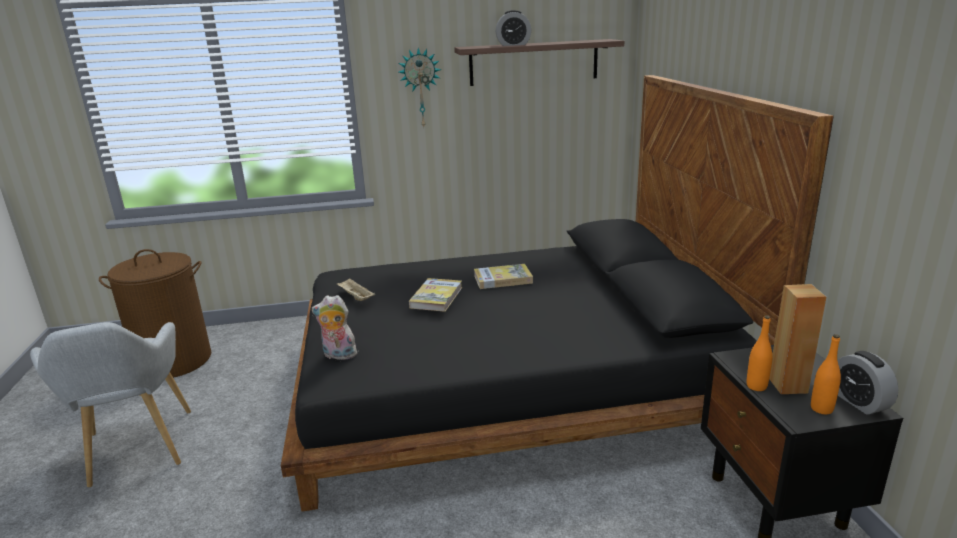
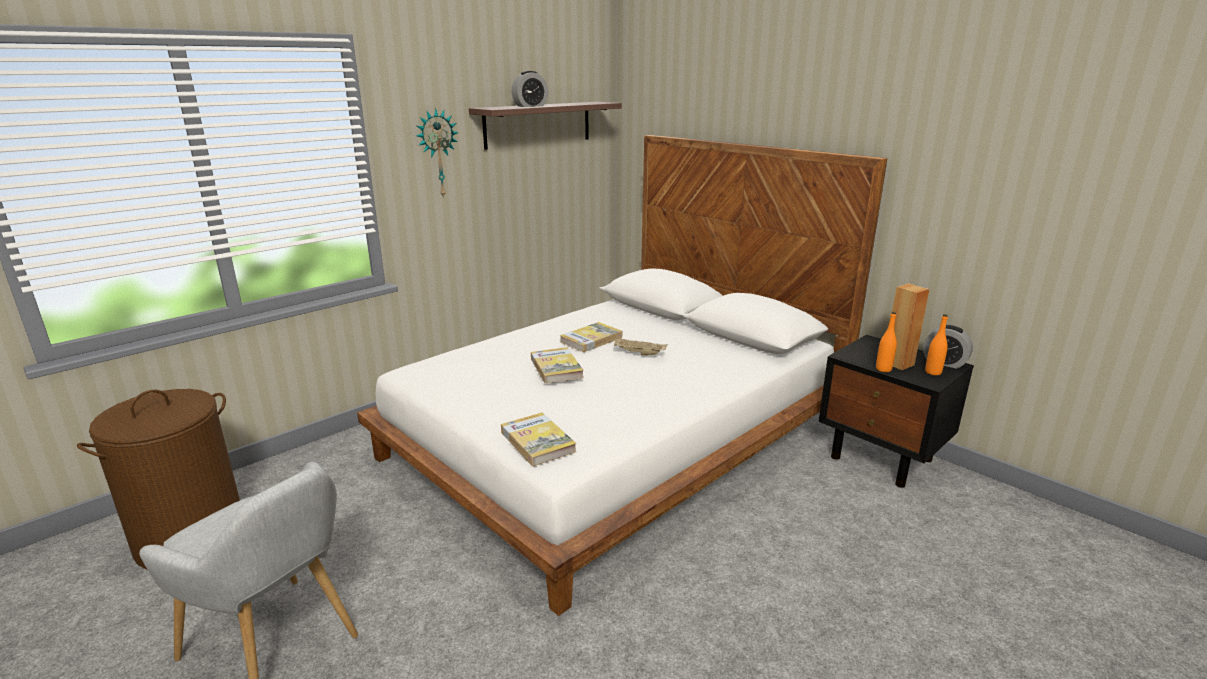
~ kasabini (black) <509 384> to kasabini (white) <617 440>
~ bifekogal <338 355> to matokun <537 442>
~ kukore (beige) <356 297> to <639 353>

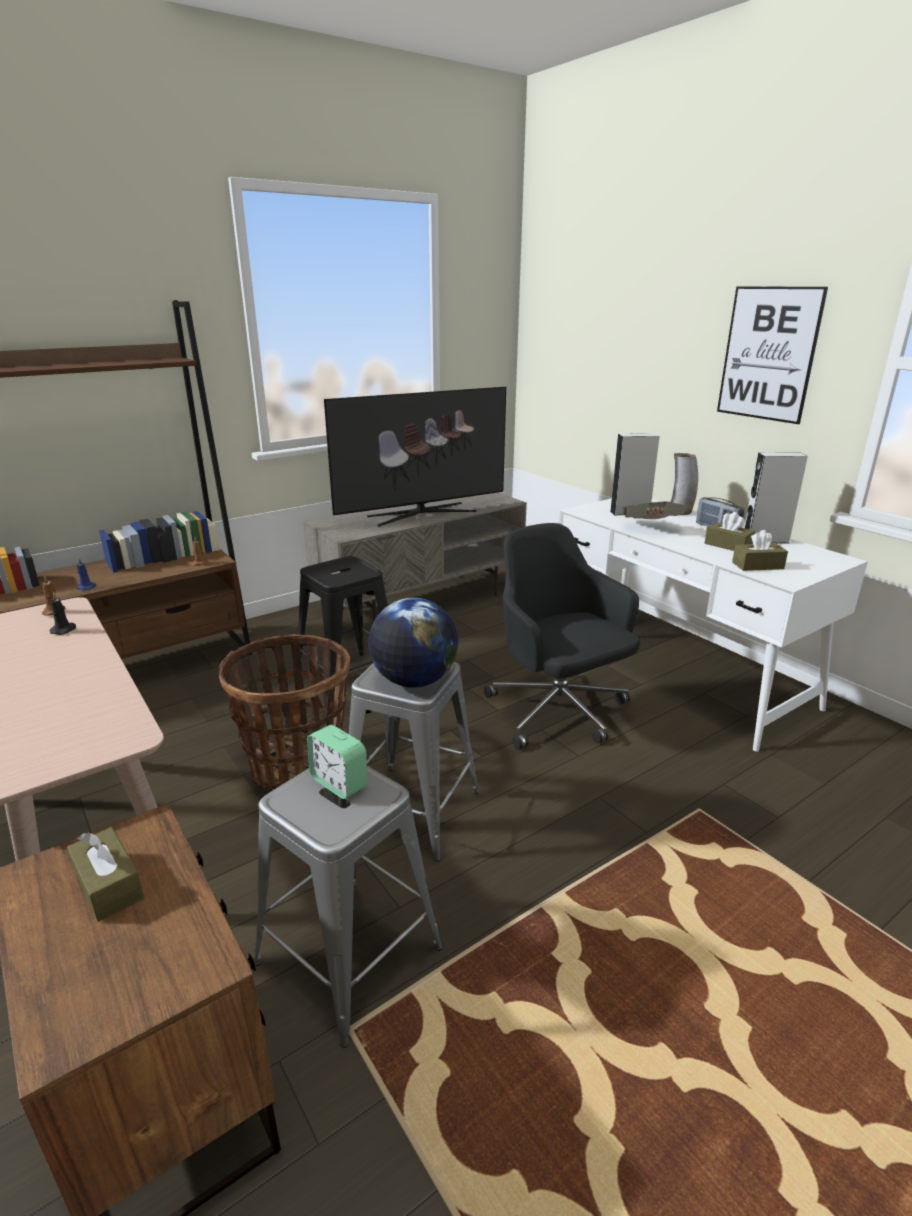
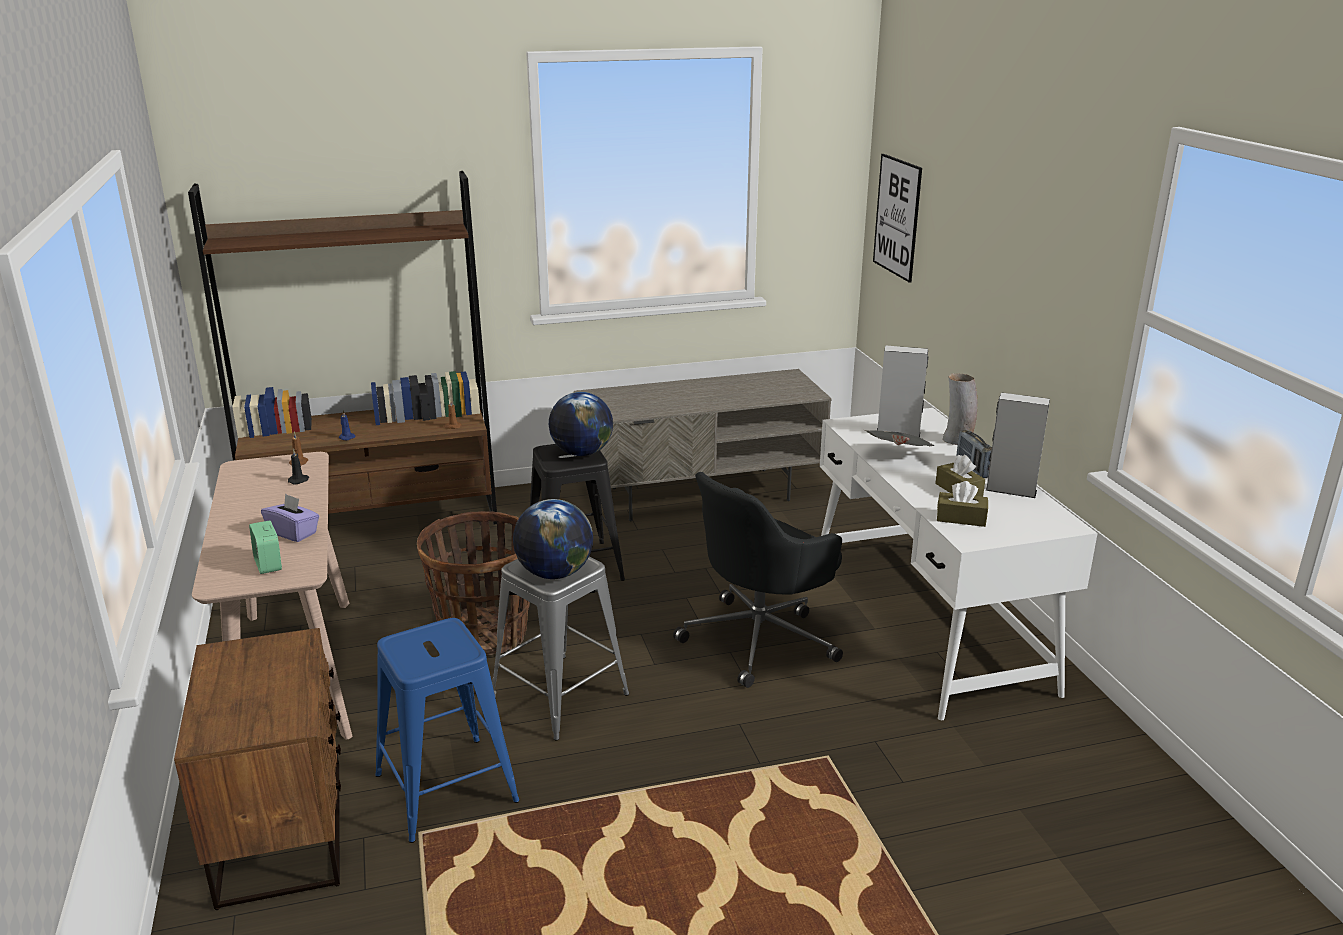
- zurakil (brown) <109 885>
~ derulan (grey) <348 955> to derulan (blue) <446 788>
~ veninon <339 783> to <268 564>
- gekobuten <421 514>
~ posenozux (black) <558 712> = <760 639> 120 degrees counterclockwise
~ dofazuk <768 354> to <897 217>
+ zurakil (purple) <293 533>
+ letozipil <581 453>

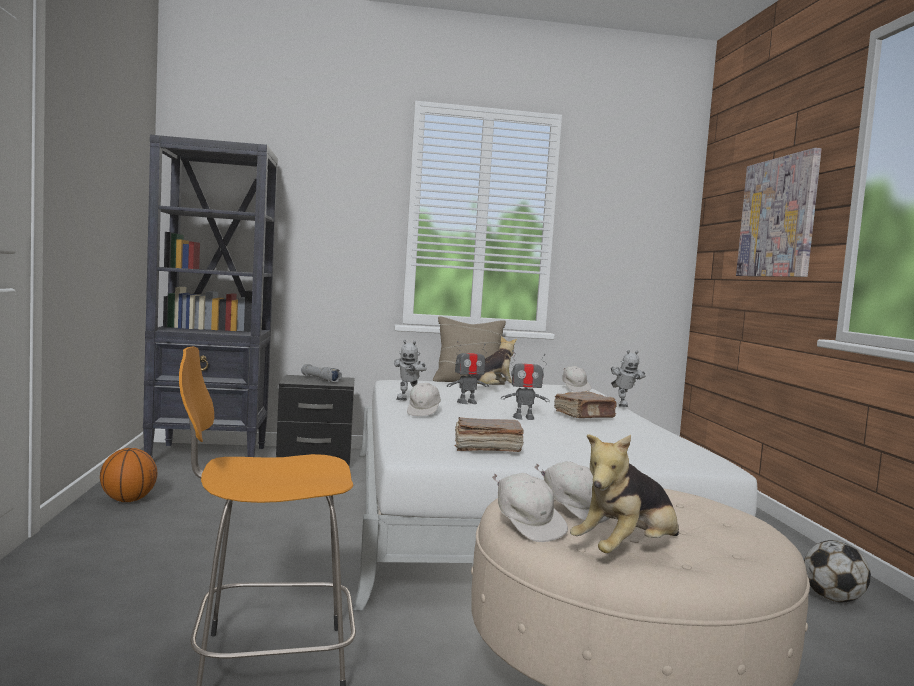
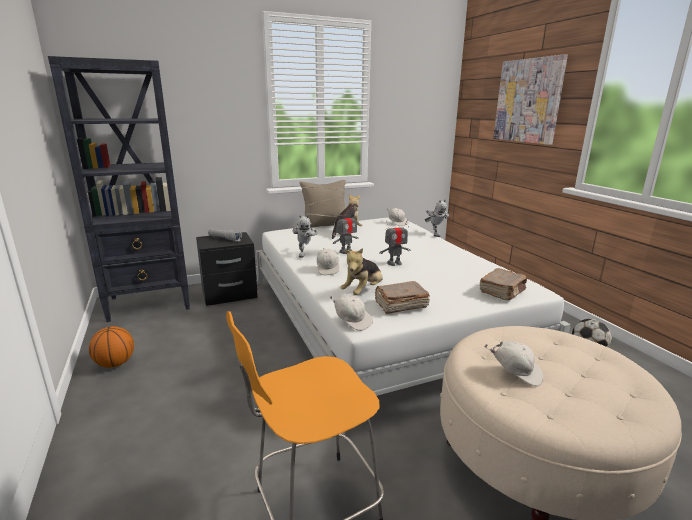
~ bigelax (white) <528 527> to <352 321>
~ matokun (brown) <585 416> to <502 292>
~ bifekogal <627 552> to <363 291>

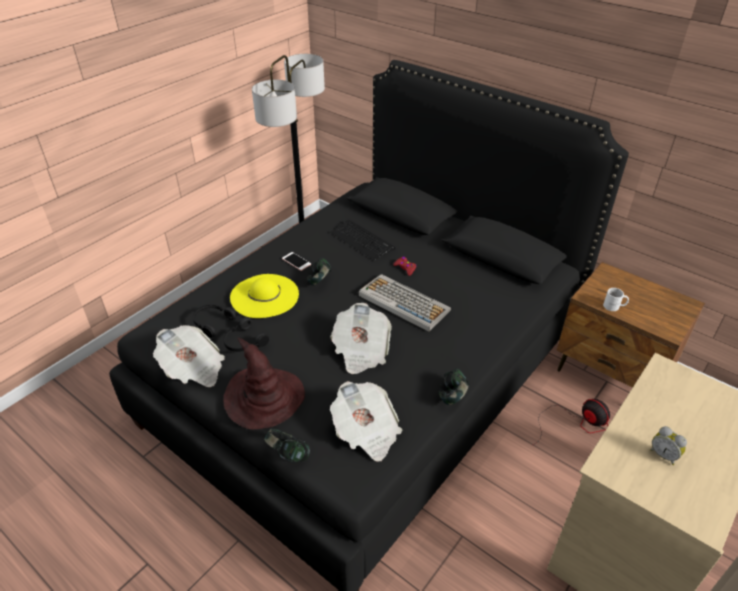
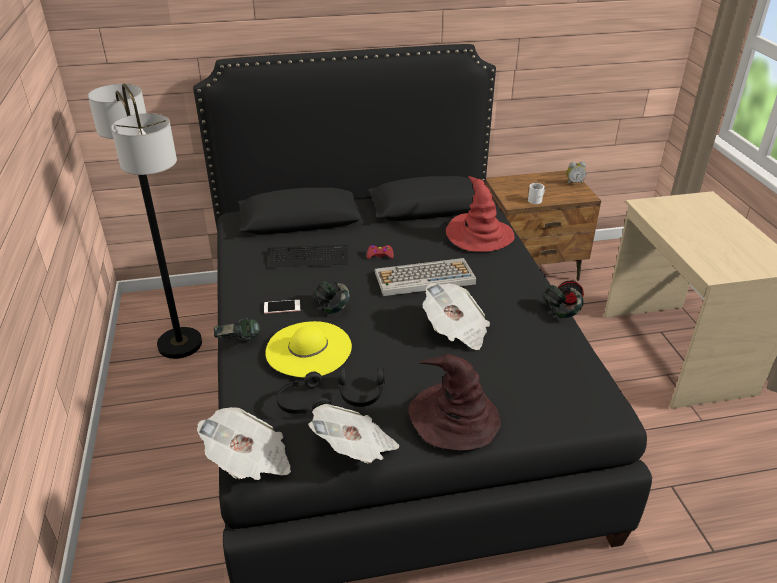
~ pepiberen <288 454> to <239 342>
~ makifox <366 432> to <249 461>
~ veninon <663 454> to <574 182>
+ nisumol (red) <479 235>

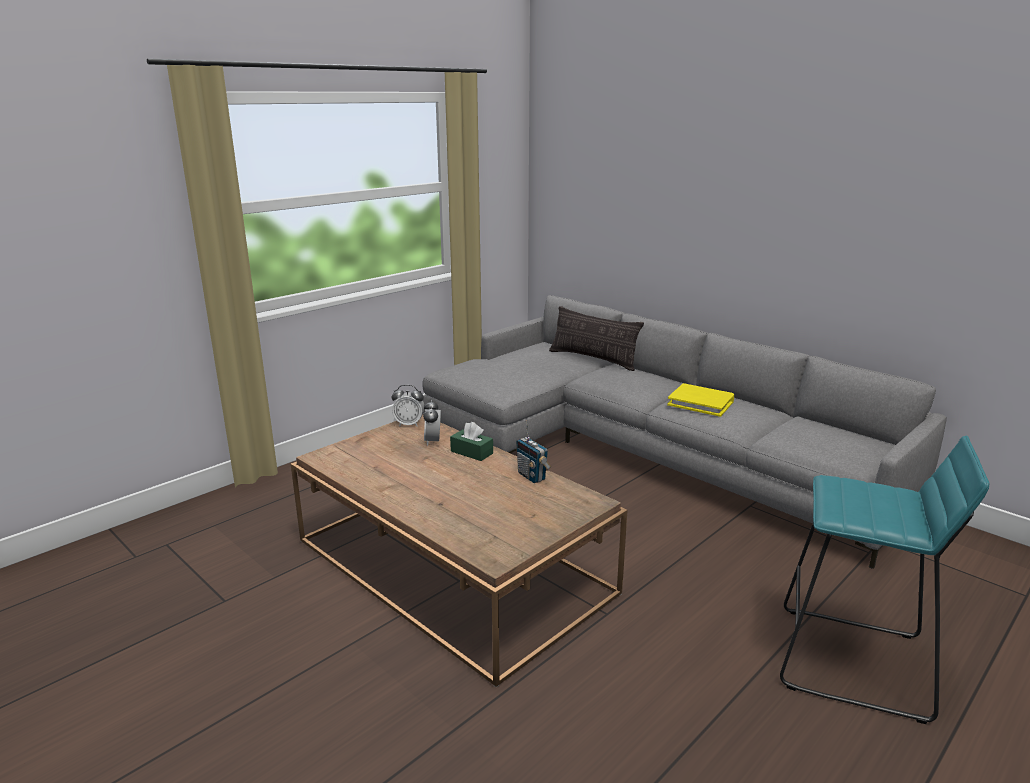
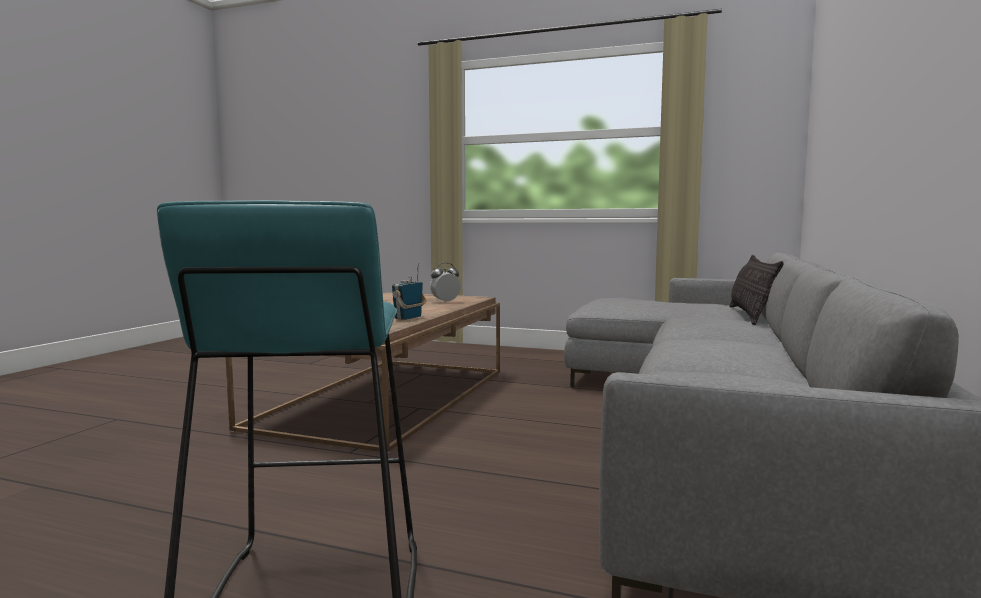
- veninon <409 424>
- zurakil (green) <471 452>
- matokun (yellow) <701 403>

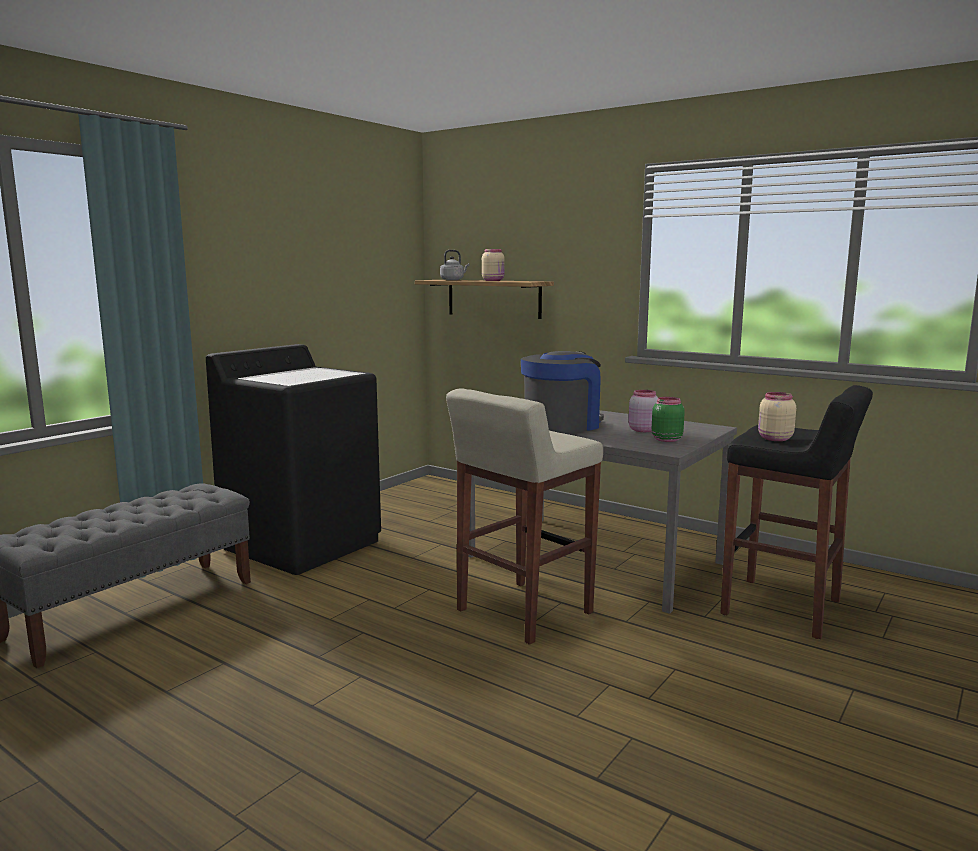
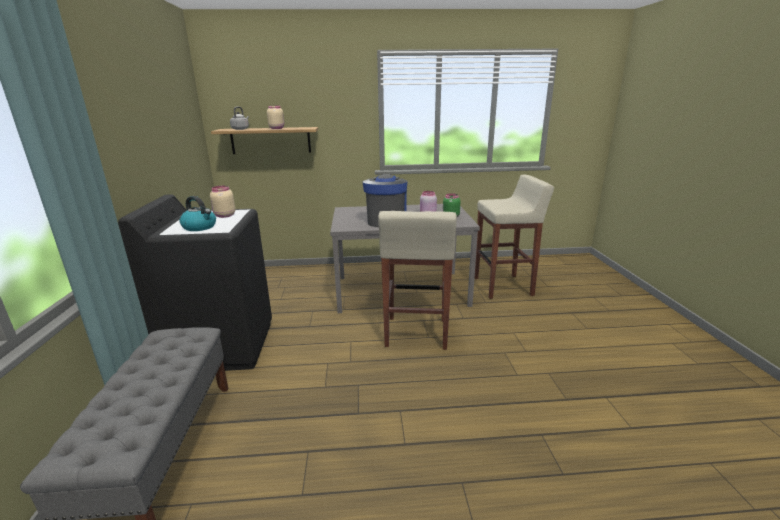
~ derulan (black) <783 608> to derulan (beige) <504 286>
~ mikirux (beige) <774 439> to <224 216>
+ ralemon <200 227>

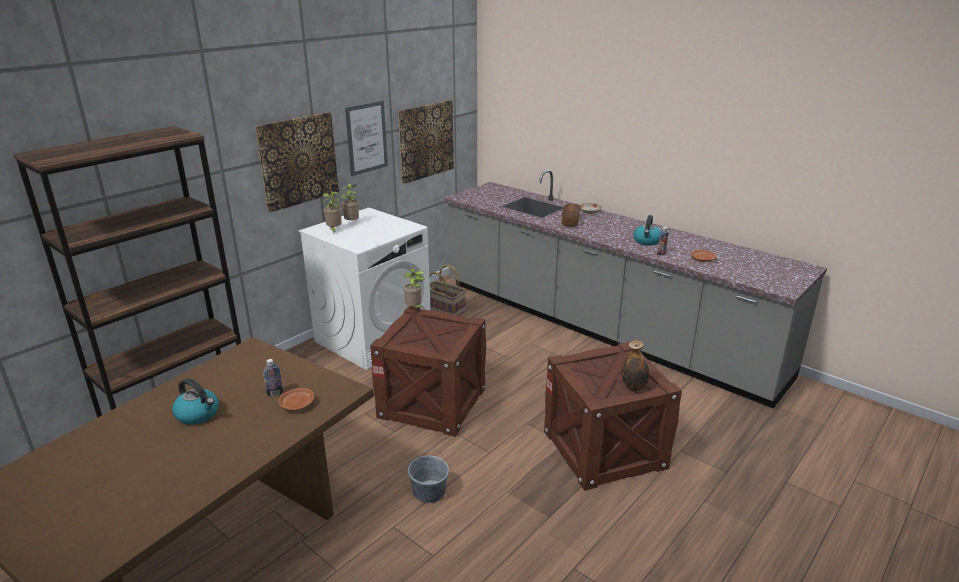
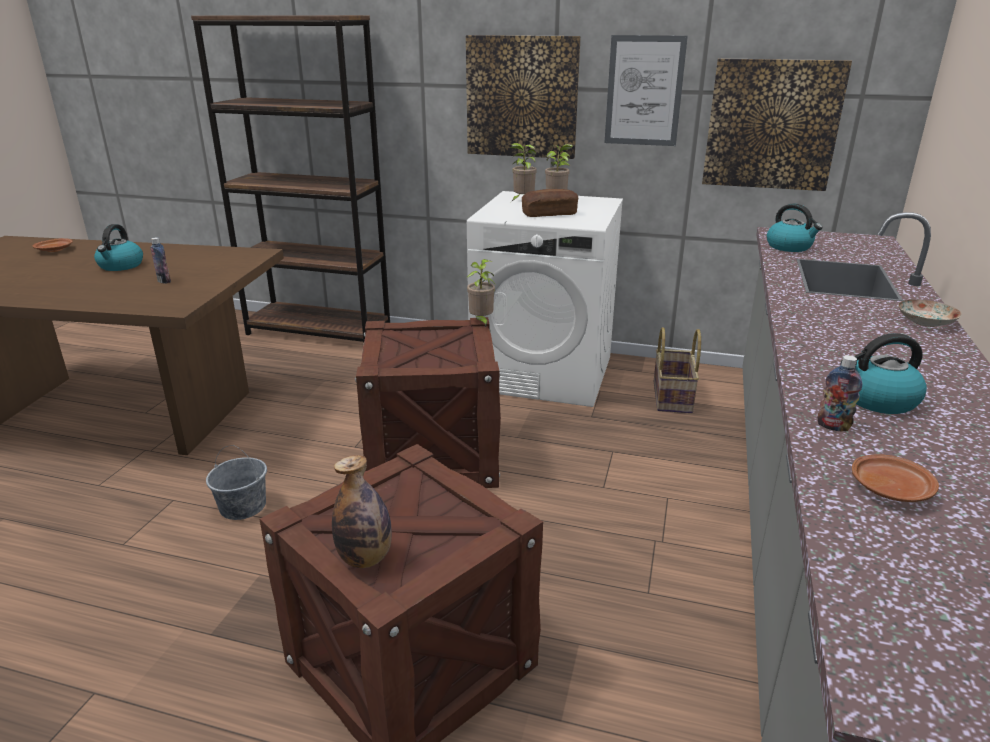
~ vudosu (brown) <297 404> to <55 250>
~ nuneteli <570 221> to <549 214>
+ ralemon <789 247>

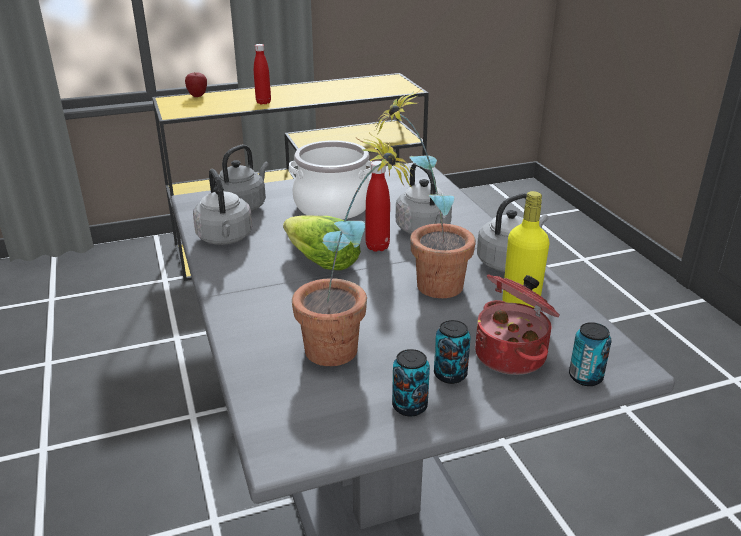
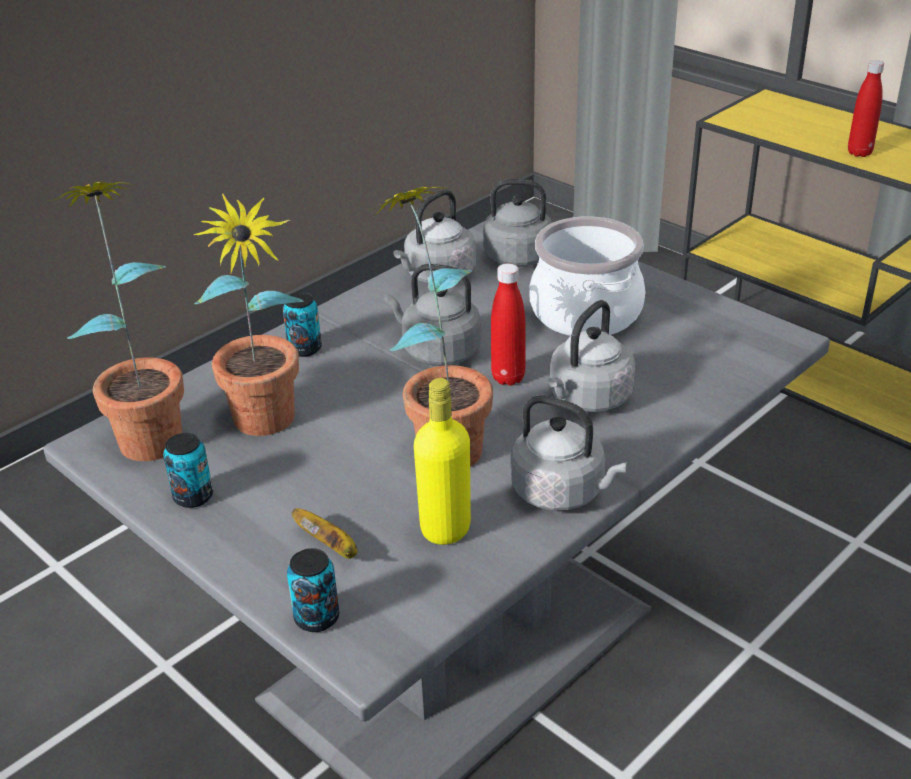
- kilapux <197 96>
~ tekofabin <320 262> to ralemon (grey) <437 351>
~ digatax <450 374> to <305 349>
~ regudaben <512 355> to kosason <330 547>
+ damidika <149 429>

